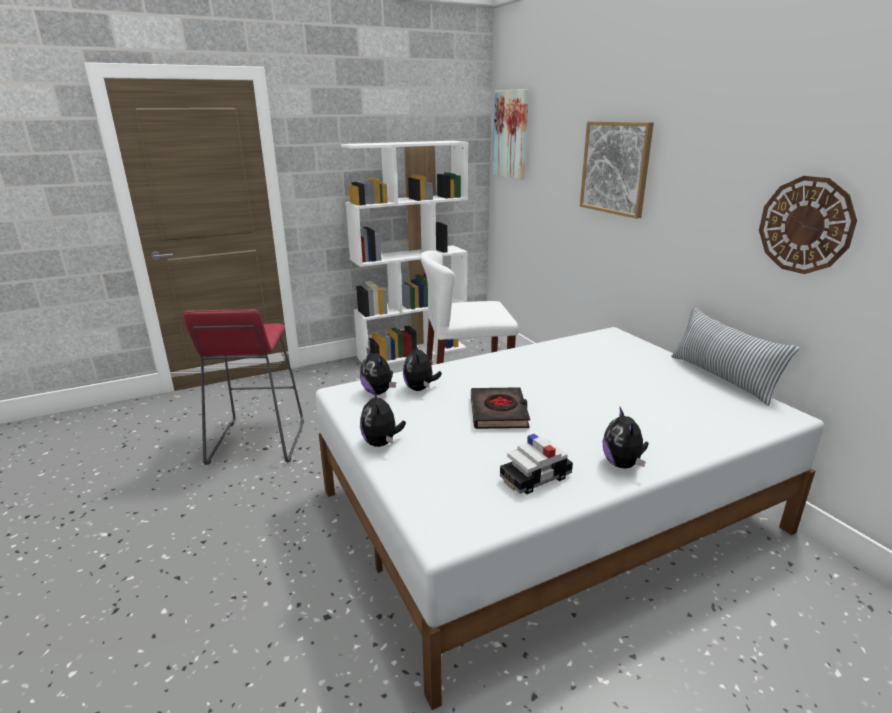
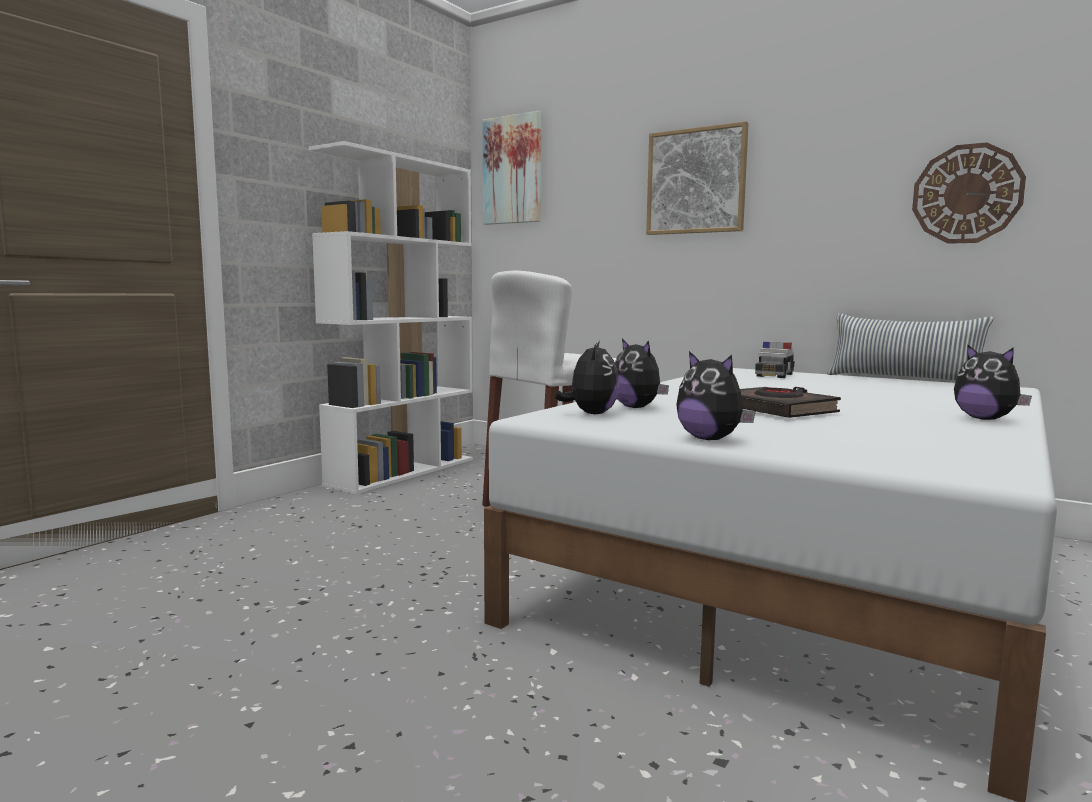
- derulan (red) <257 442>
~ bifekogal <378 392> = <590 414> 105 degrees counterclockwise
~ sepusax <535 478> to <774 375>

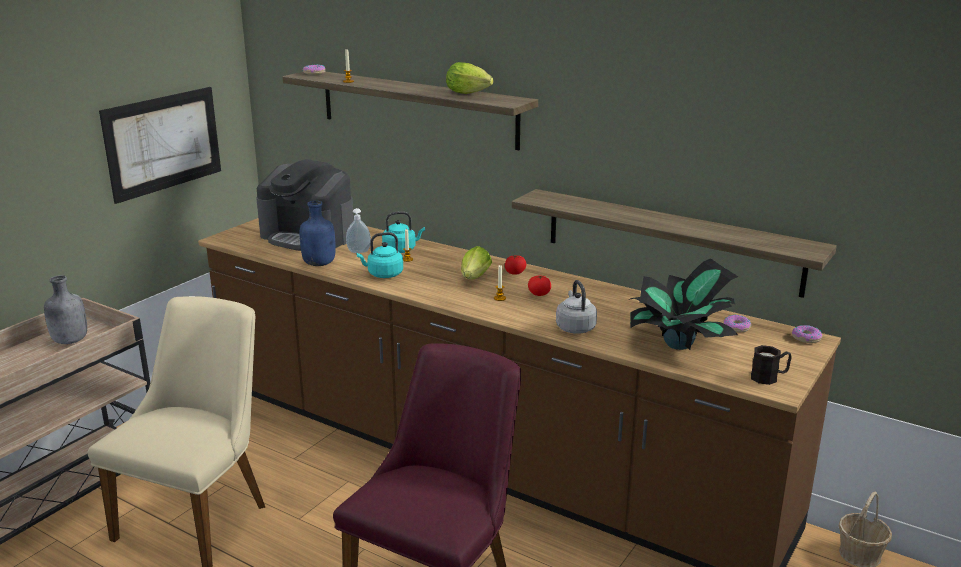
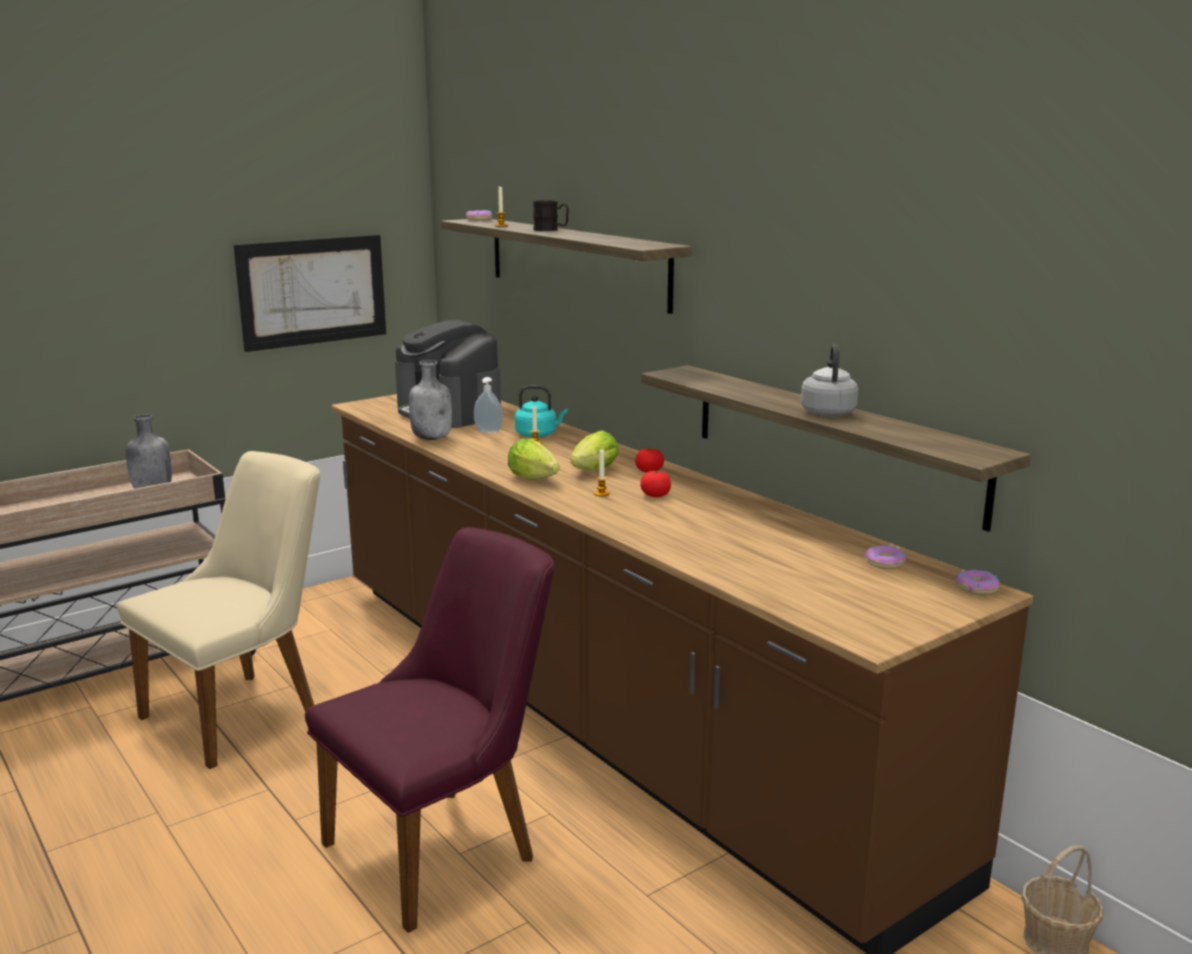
~ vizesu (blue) <320 264> to vizesu (grey) <432 438>
- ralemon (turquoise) <383 274>
~ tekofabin <470 94> to <536 480>
~ ralemon (grey) <575 327> to <828 412>
- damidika <679 345>
~ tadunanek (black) <769 377> to <551 230>

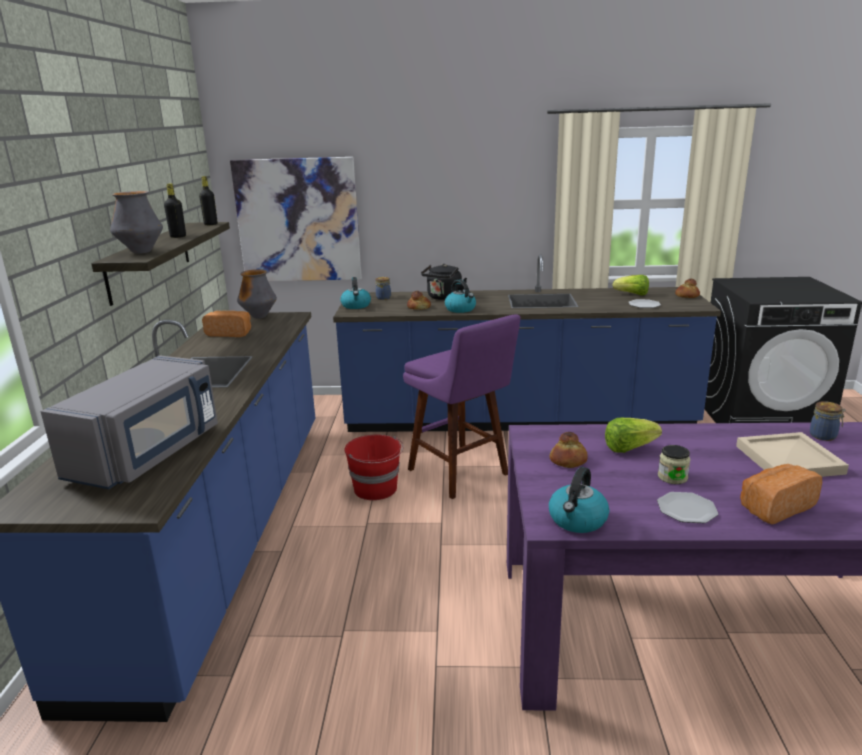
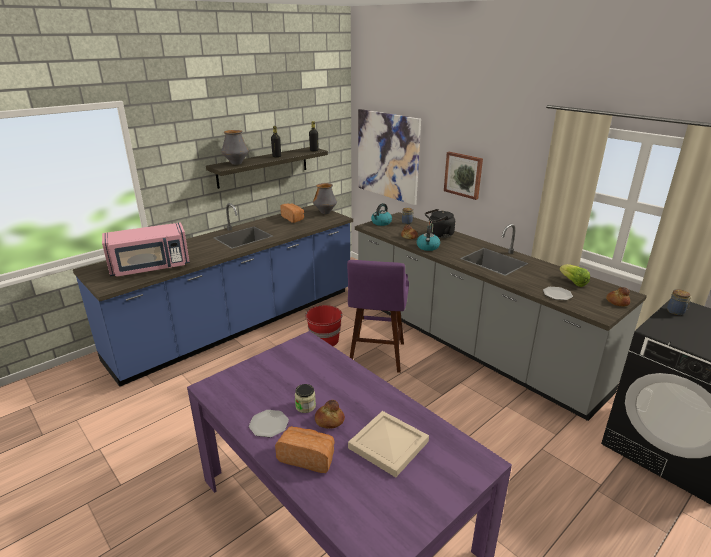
~ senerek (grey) <149 453> to senerek (pink) <150 267>
~ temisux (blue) <517 419> to temisux (grey) <468 343>
~ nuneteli <569 460> to <329 420>
- ralemon <577 520>
- tekofabin <629 448>
~ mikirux <824 436> to <676 312>
+ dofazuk <463 175>

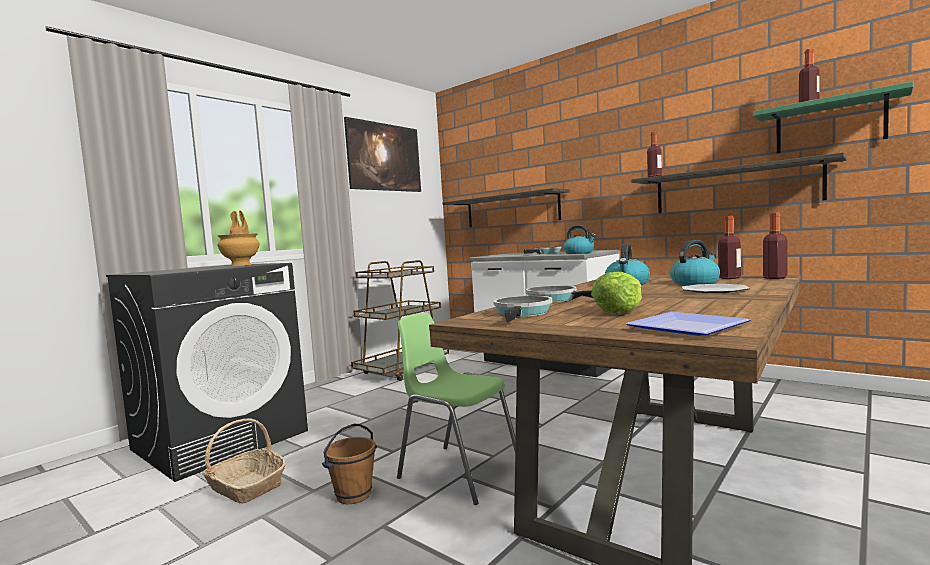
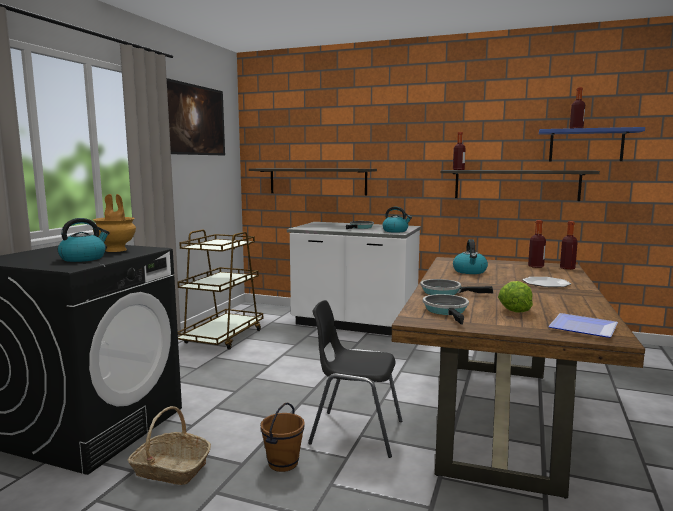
~ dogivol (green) <458 472> to dogivol (black) <355 432>
~ ralemon <695 283> to <84 258>
~ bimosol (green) <829 125> to bimosol (blue) <586 145>

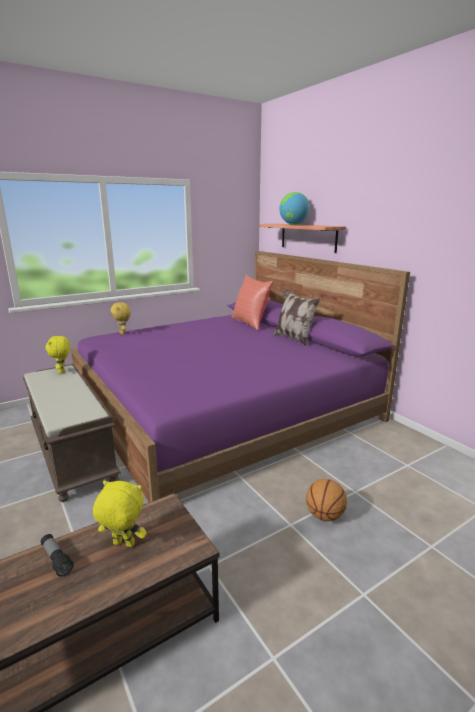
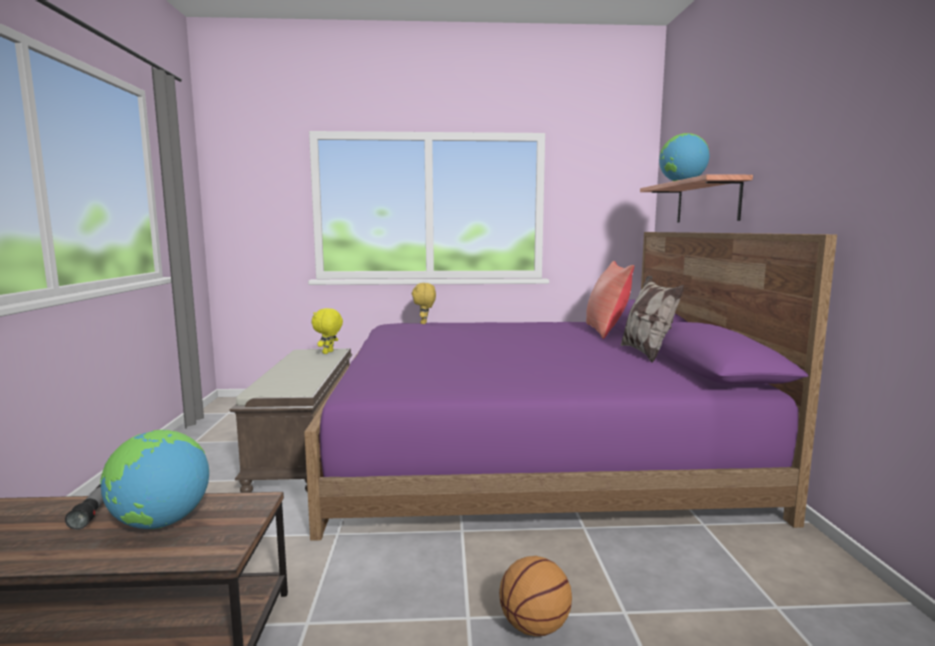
~ bifekogal (yellow) <123 545> to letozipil <160 522>

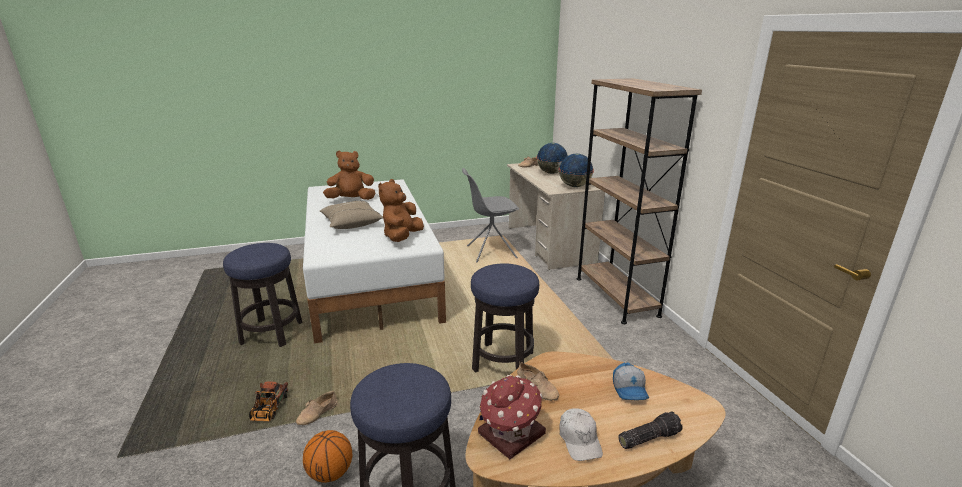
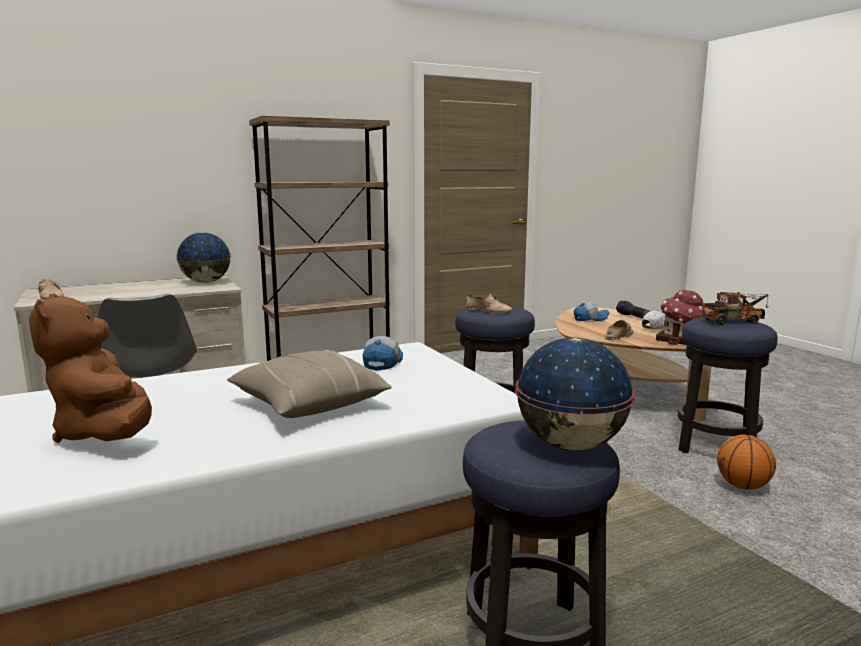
~ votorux <269 410> to <735 321>
~ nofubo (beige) <318 413> to <488 311>
~ bifekogal (brown) <402 237> to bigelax <382 362>
~ letozipil <551 173> to <571 445>

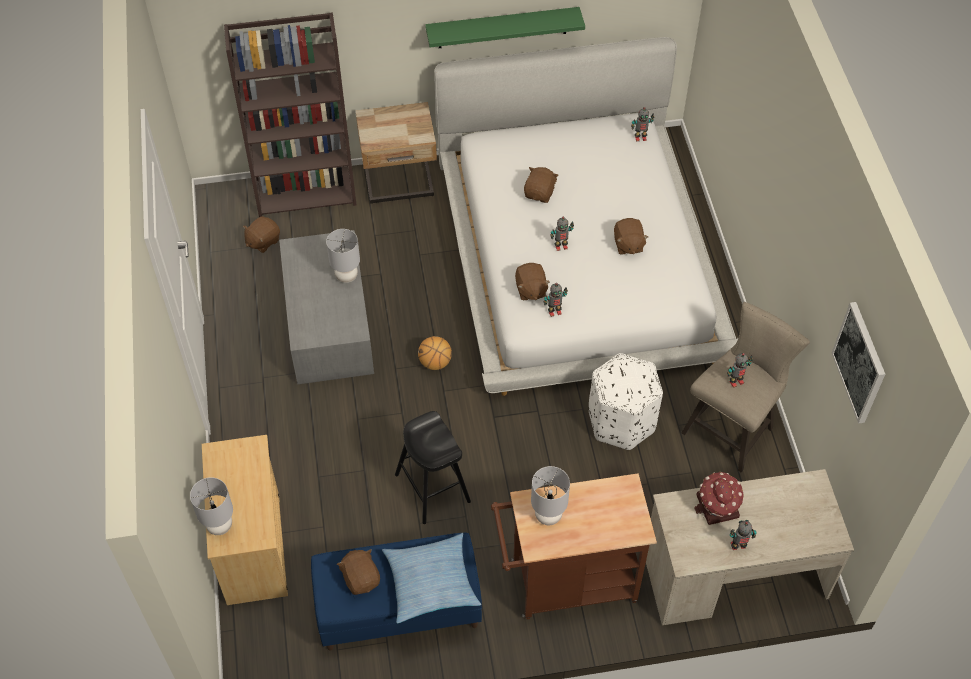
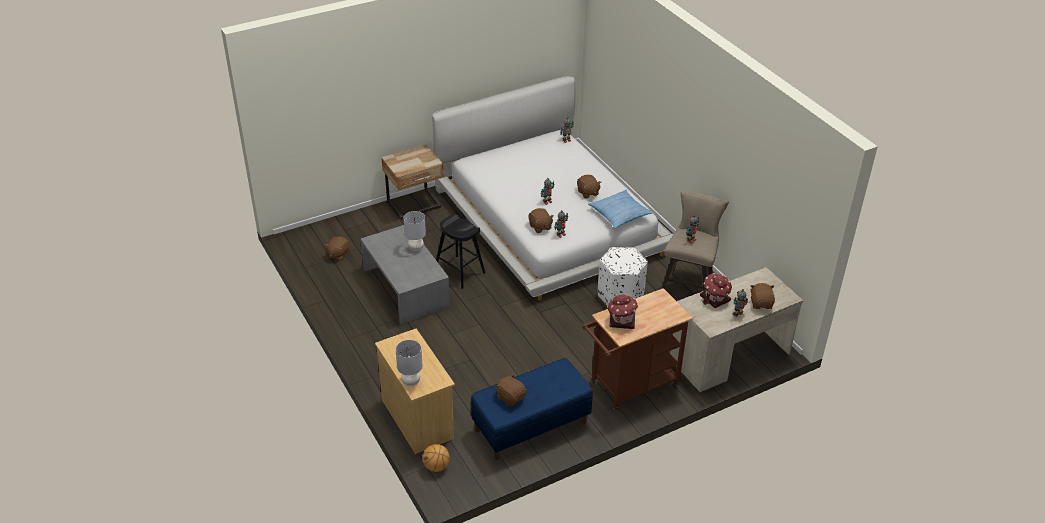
- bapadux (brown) <306 191>
~ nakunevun <430 582> to <619 214>
~ derulan (black) <432 488> to <459 272>
~ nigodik <435 362> to <436 466>
- bimosol (green) <502 27>
~ bifekogal (brown) <540 193> to <761 303>
~ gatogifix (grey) <547 516> to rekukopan <621 321>
- dofazuk <860 362>

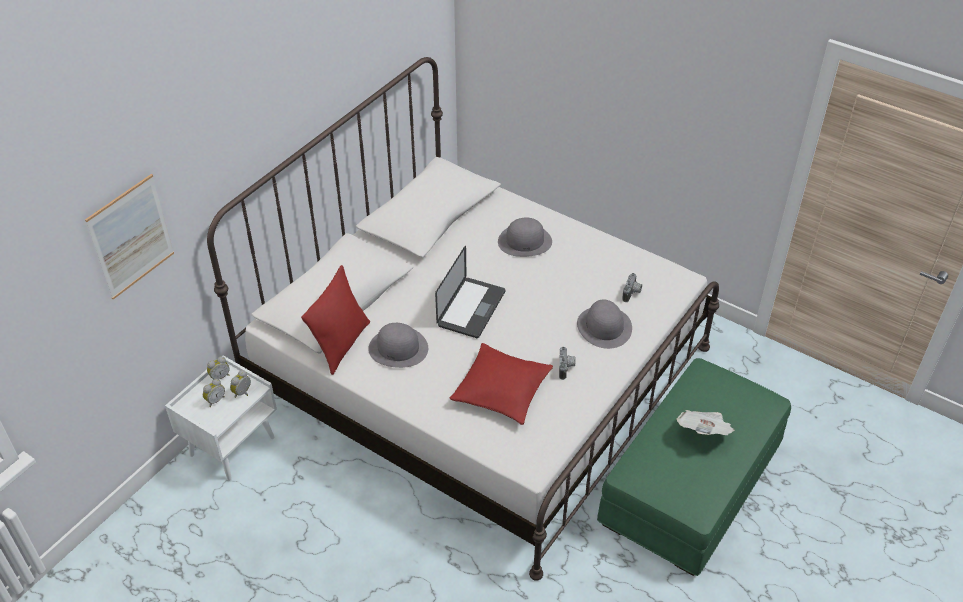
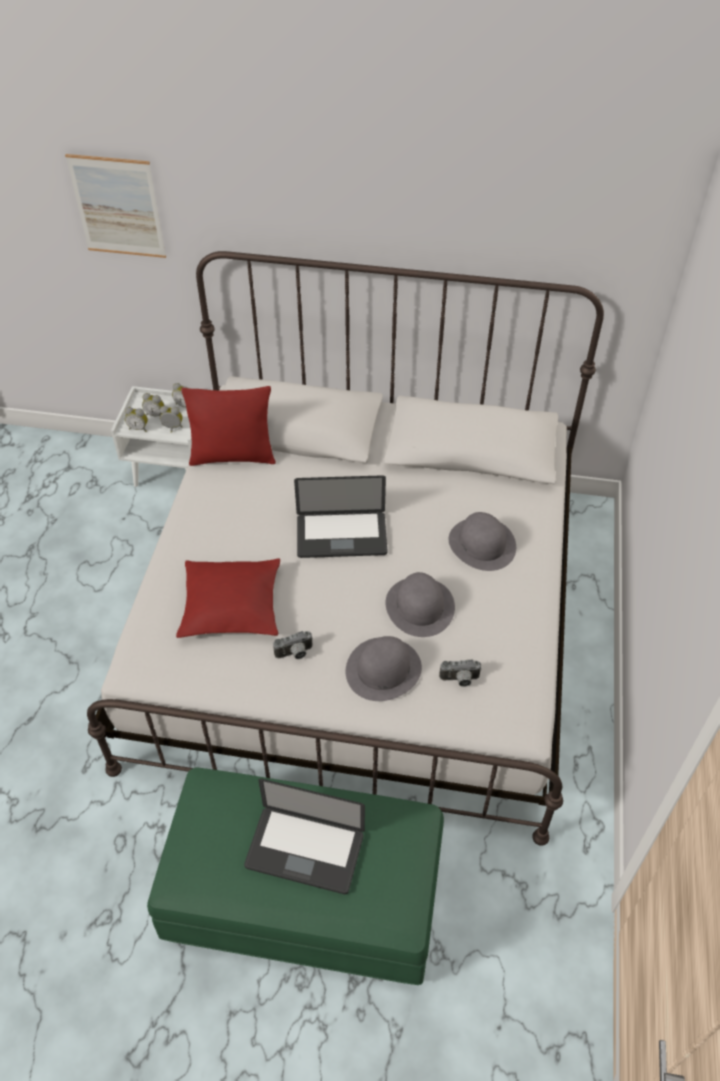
~ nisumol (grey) <398 348> to <420 606>
~ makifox <704 432> to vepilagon <305 850>
+ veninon <139 428>

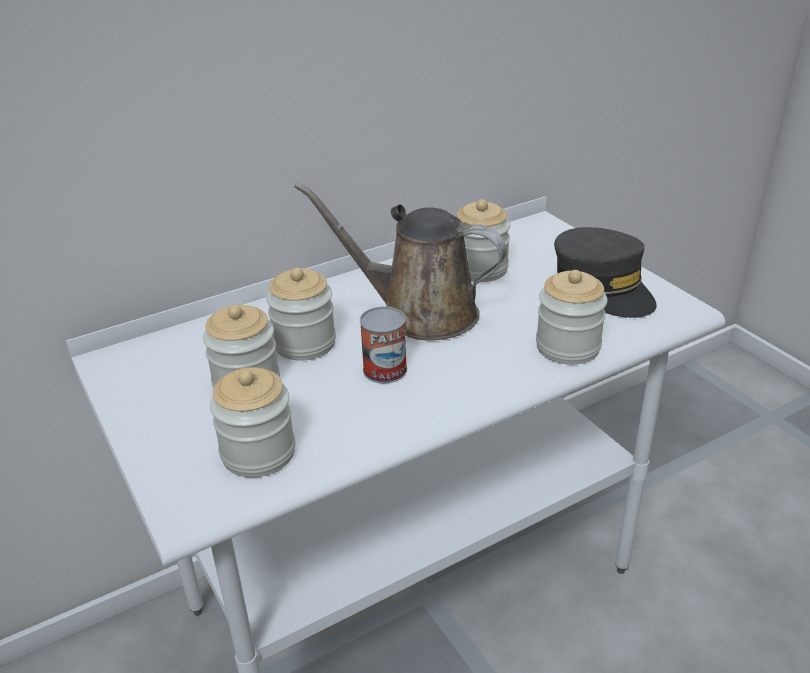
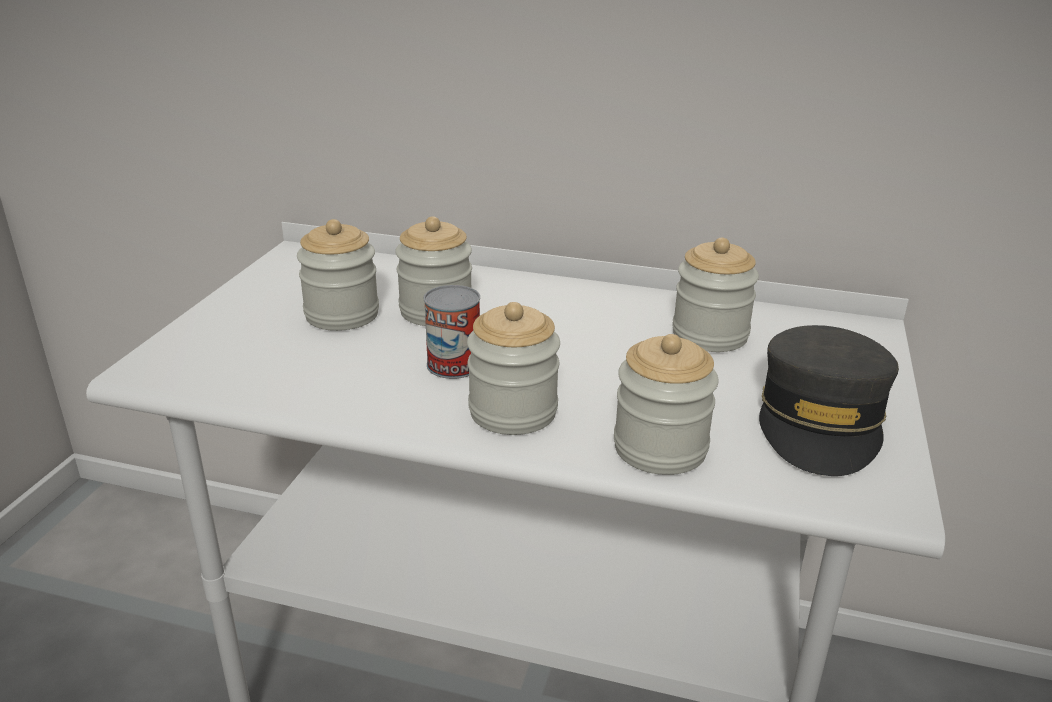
~ mikirux <258 453> to <513 412>
- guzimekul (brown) <419 312>

